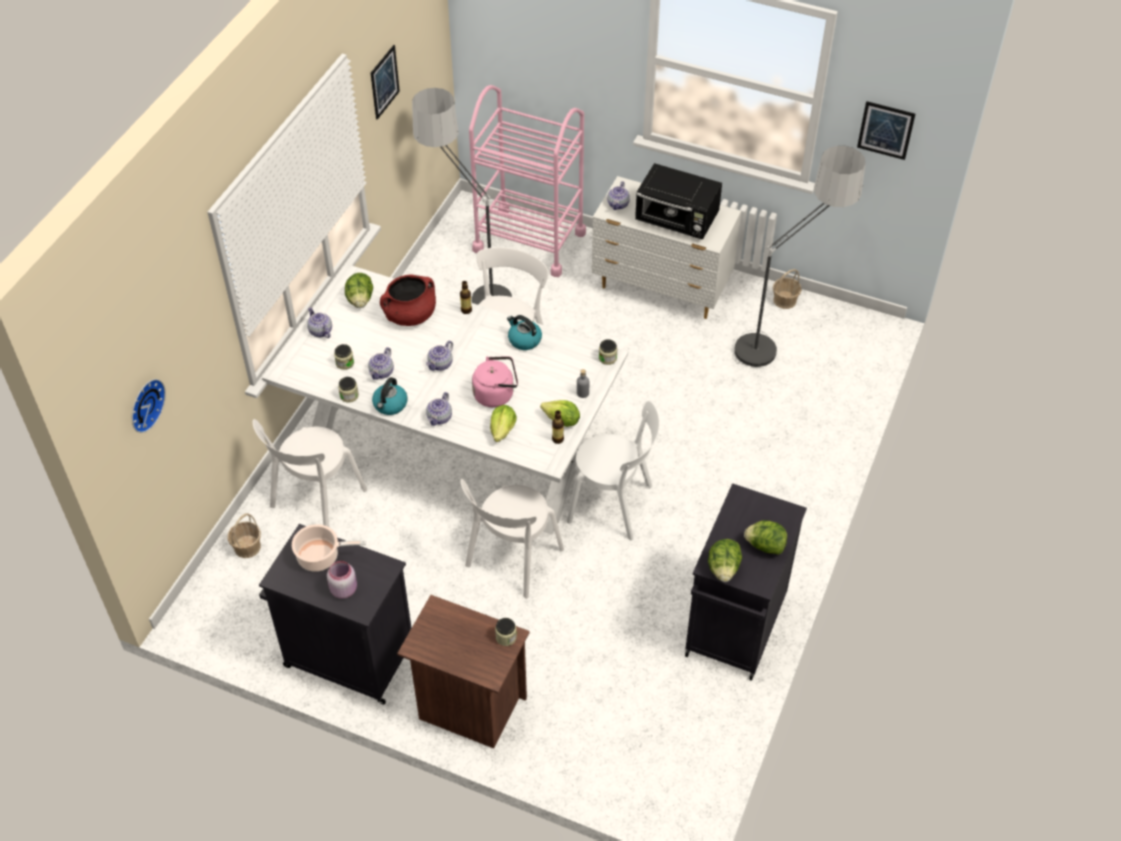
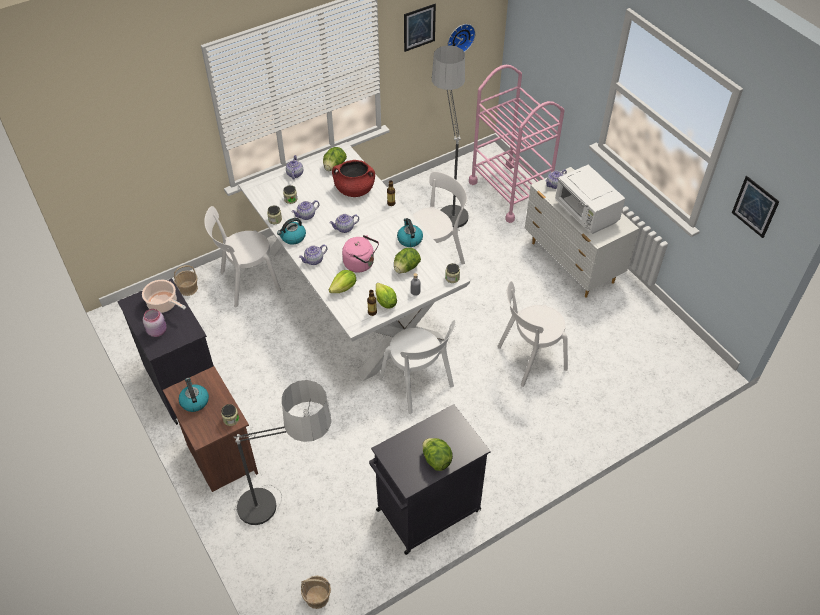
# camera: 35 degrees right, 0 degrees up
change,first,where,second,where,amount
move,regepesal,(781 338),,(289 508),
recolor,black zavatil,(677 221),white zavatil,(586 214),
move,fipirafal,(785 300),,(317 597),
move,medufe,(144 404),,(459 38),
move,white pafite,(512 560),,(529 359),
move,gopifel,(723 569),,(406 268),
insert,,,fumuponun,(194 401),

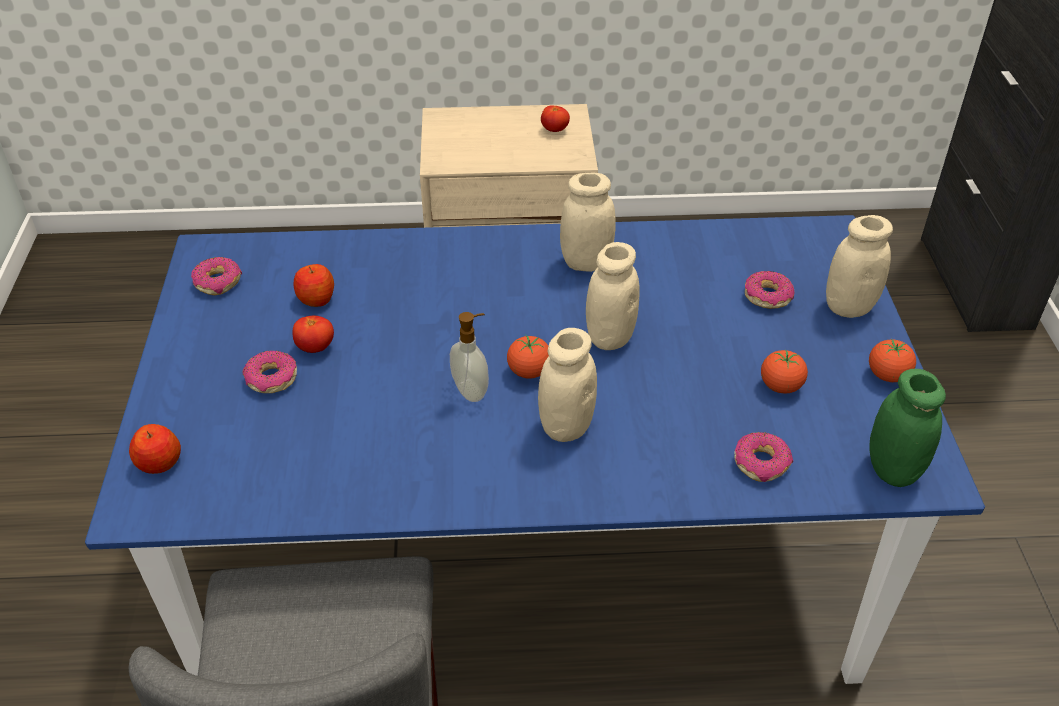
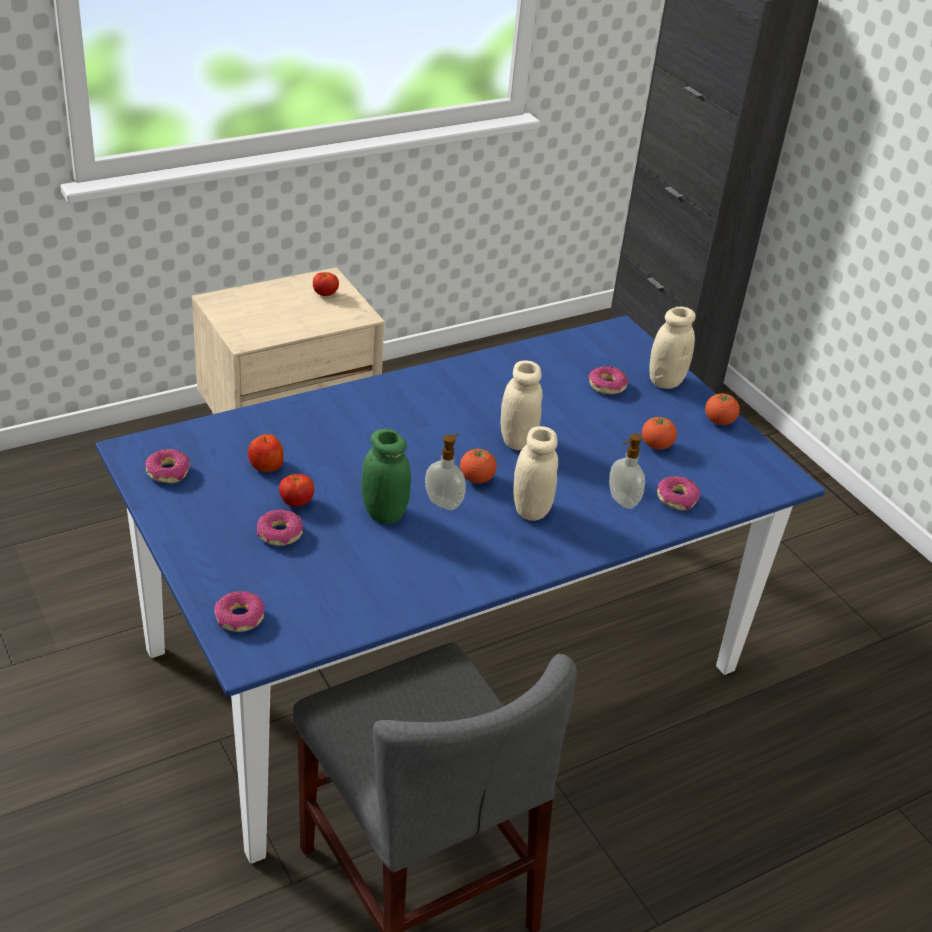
# camera: 30 degrees left, 5 degrees down
change,first,where,second,where,amount
delete,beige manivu,(586 263),,,
move,green manivu,(892 469),,(384 513),
replace,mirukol,(159 463),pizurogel,(239 618),
insert,,,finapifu,(621 501),

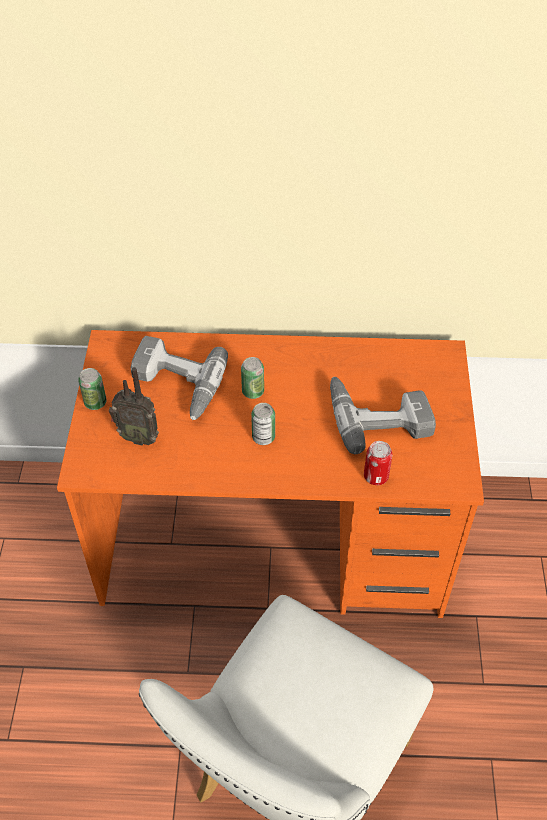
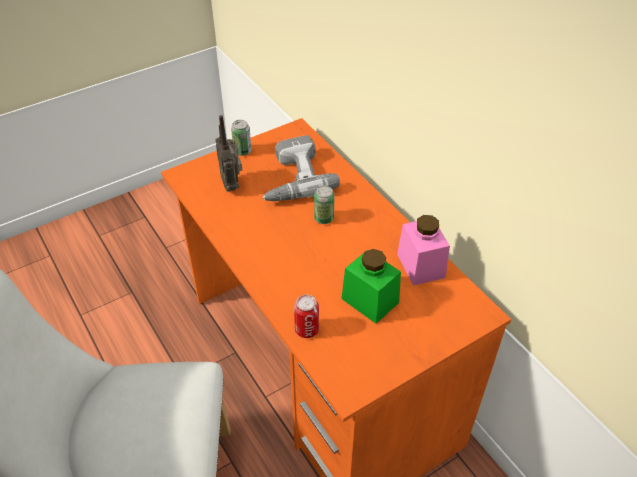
# camera: 55 degrees right, 5 degrees down
change,first,where,second,where,amount
replace,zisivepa,(378 415),green manivu,(370 300),
delete,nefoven,(263 437),,,
insert,,,pink manivu,(420 265),

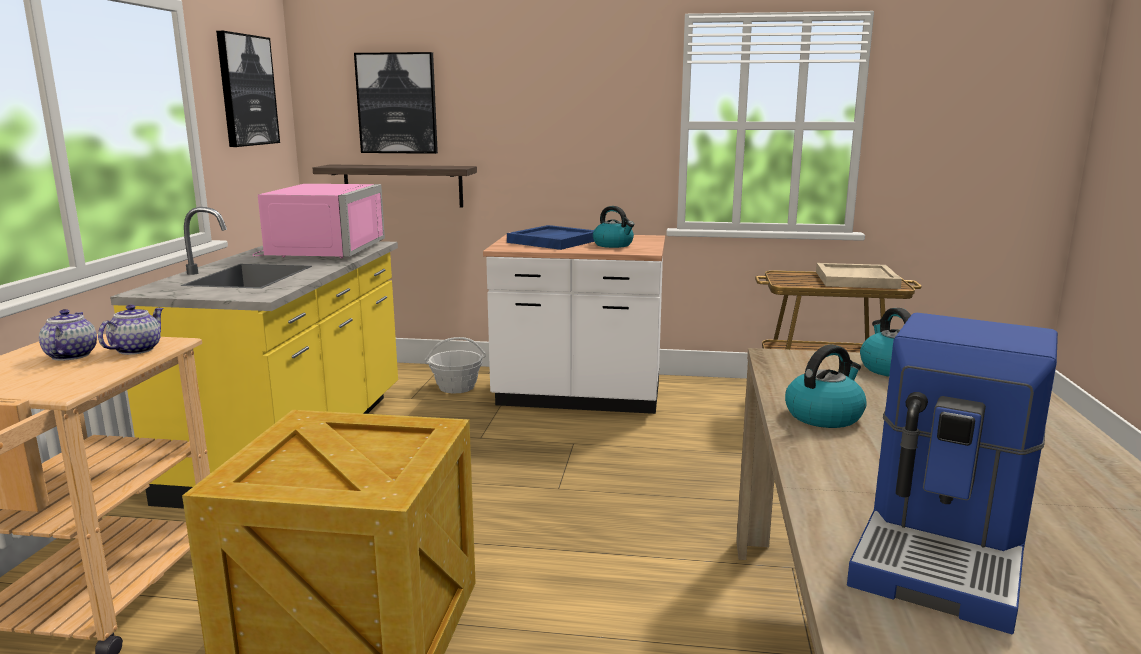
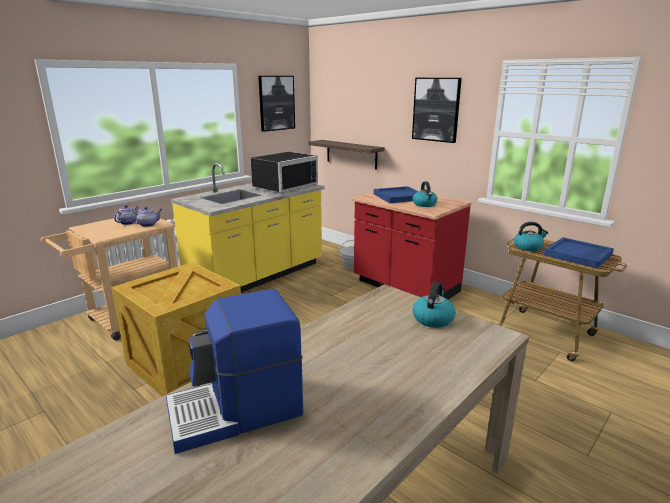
# camera: 35 degrees right, 5 degrees up
change,first,where,second,where,amount
move,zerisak,(397 103),,(436 109),
recolor,pink zavatil,(319 250),black zavatil,(282 186),
recolor,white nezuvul,(578 398),red nezuvul,(405 287),
recolor,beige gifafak,(857 280),blue gifafak,(578 255),
move,fumuponun,(824 415),,(528 247),

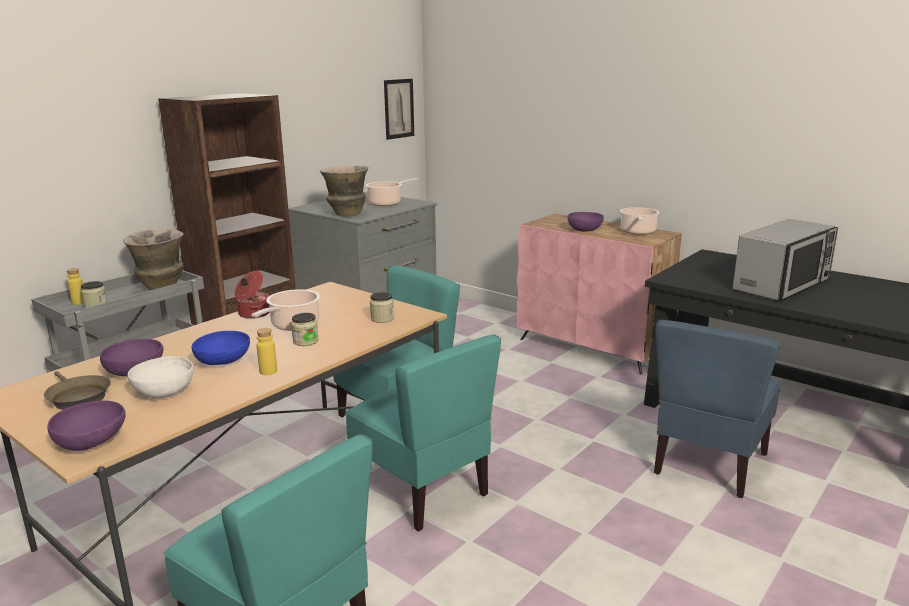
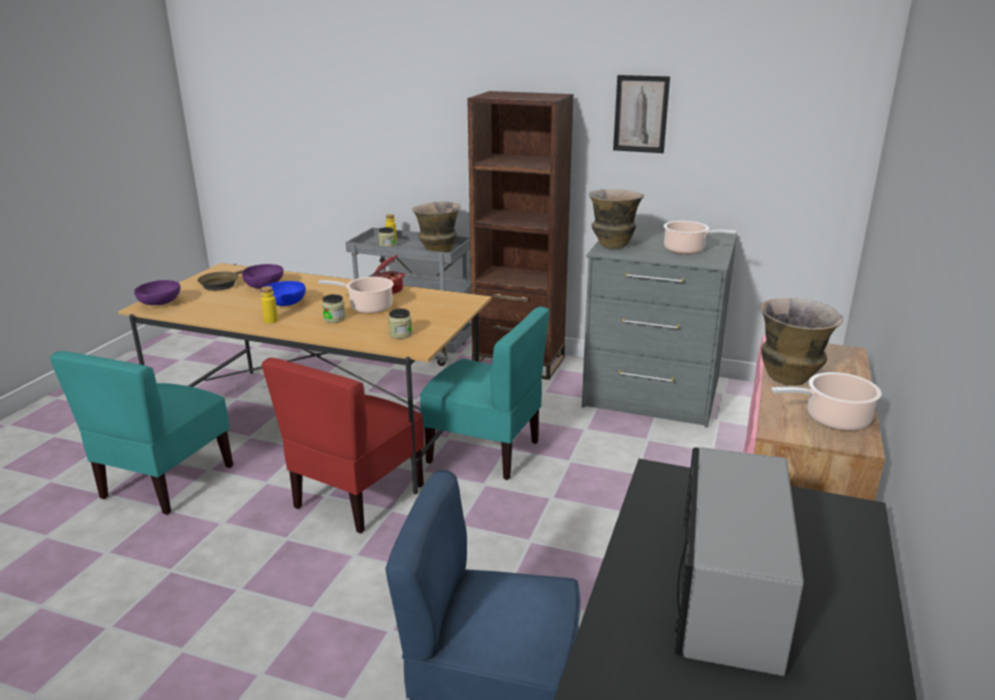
# camera: 70 degrees right, 5 degrees up
change,first,where,second,where,amount
move,zerisak,(399 108),,(641 114),
replace,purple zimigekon,(584 230),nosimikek,(789 378),
rotate,zavatil,(782 285),,(726 594),75 degrees clockwise
recolor,turquoise pafite,(422 491),red pafite,(357 496),
delete,white zimigekon,(164 392),,,

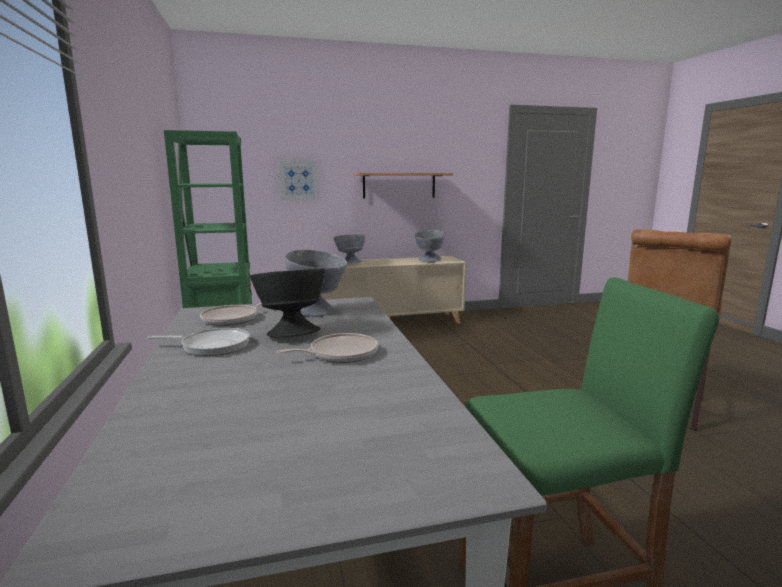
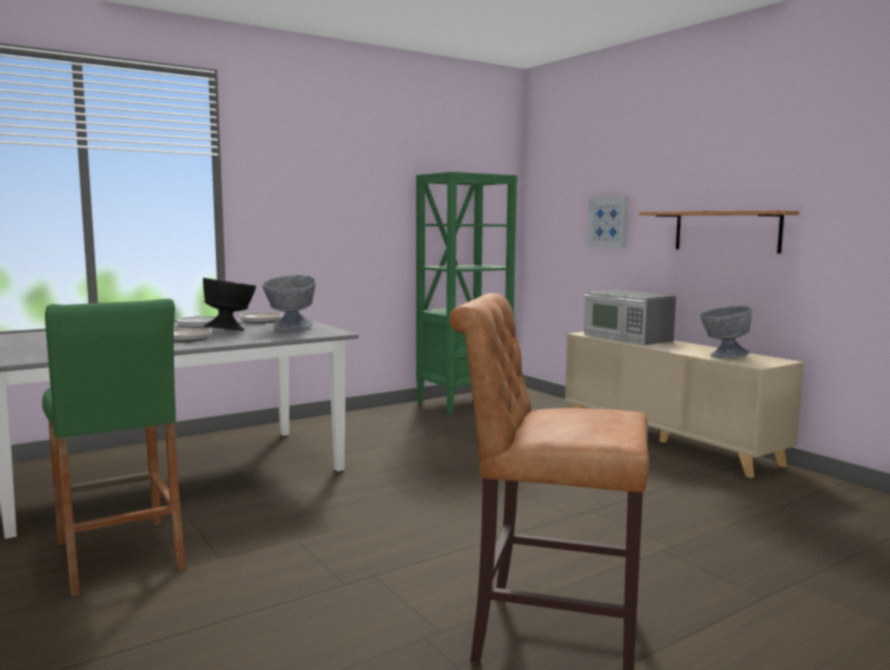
# camera: 70 degrees right, 5 degrees down
change,first,where,second,where,amount
replace,grey zimigekon,(350 263),zavatil,(626 338),

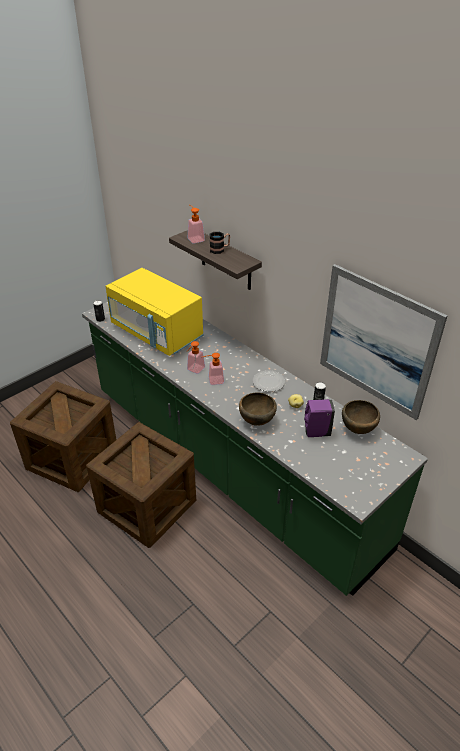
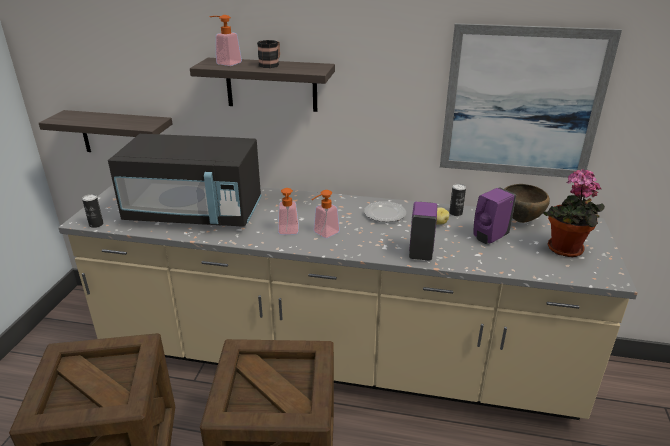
# camera: 35 degrees left, 10 degrees down
change,first,where,second,where,amount
recolor,yellow zavatil,(157 333),black zavatil,(195 213),
recolor,green nezuvul,(230 466),beige nezuvul,(335 359),
replace,brown zimigekon,(256 421),purple finapifu,(421 252),
insert,,,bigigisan,(120 134),
insert,,,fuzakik,(565 250),

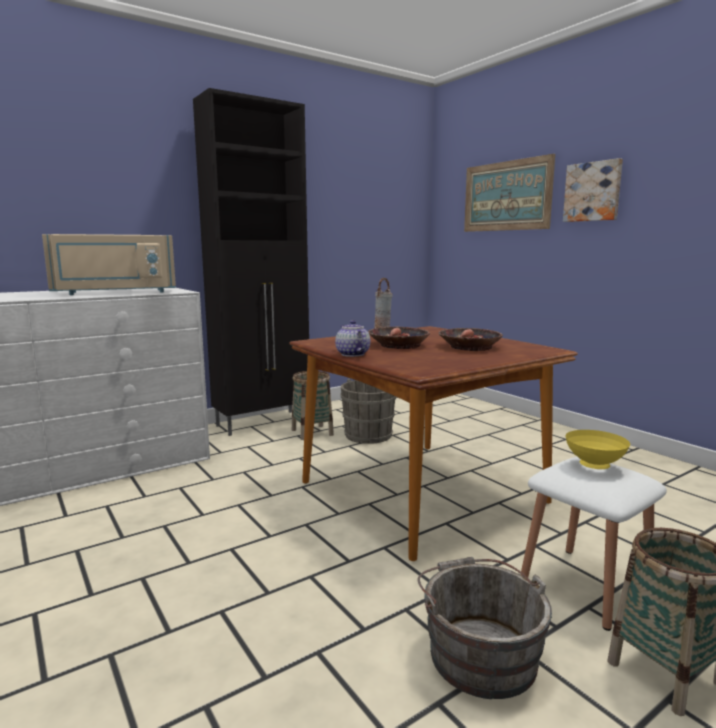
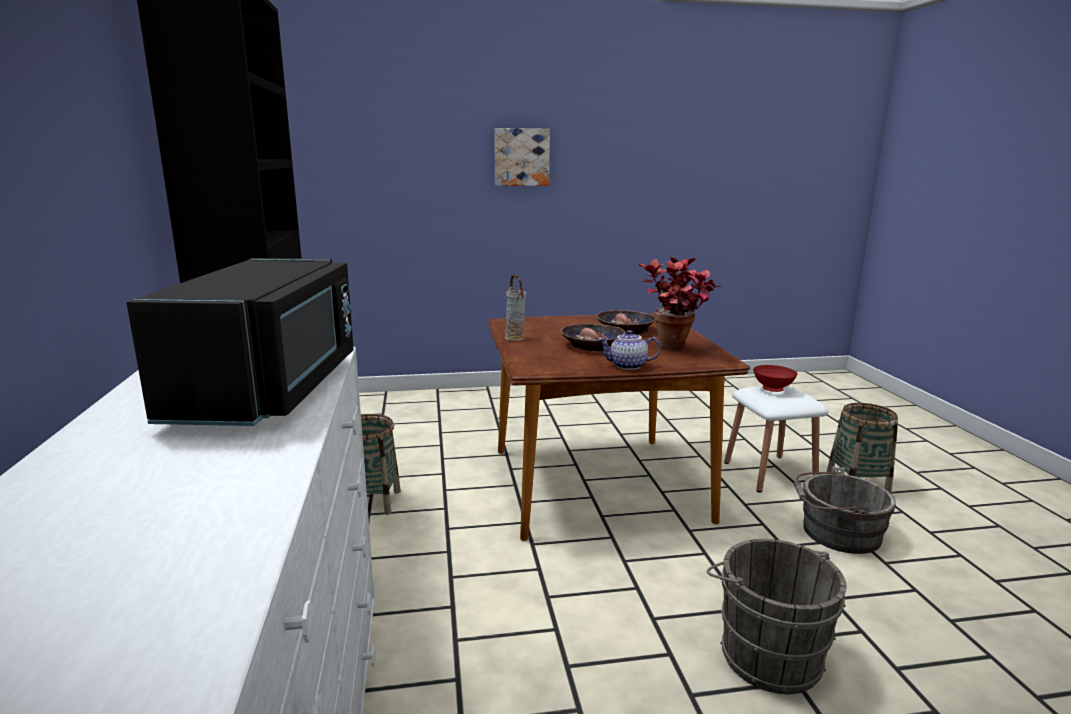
# camera: 65 degrees left, 5 degrees up
change,first,where,second,where,amount
delete,zerisak,(506 196),,,
recolor,beige zavatil,(115 293),black zavatil,(272 389),
move,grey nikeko,(370 434),,(766 654),
recolor,yellow zimigekon,(594 466),red zimigekon,(773 390),
insert,,,fuzakik,(676 350),

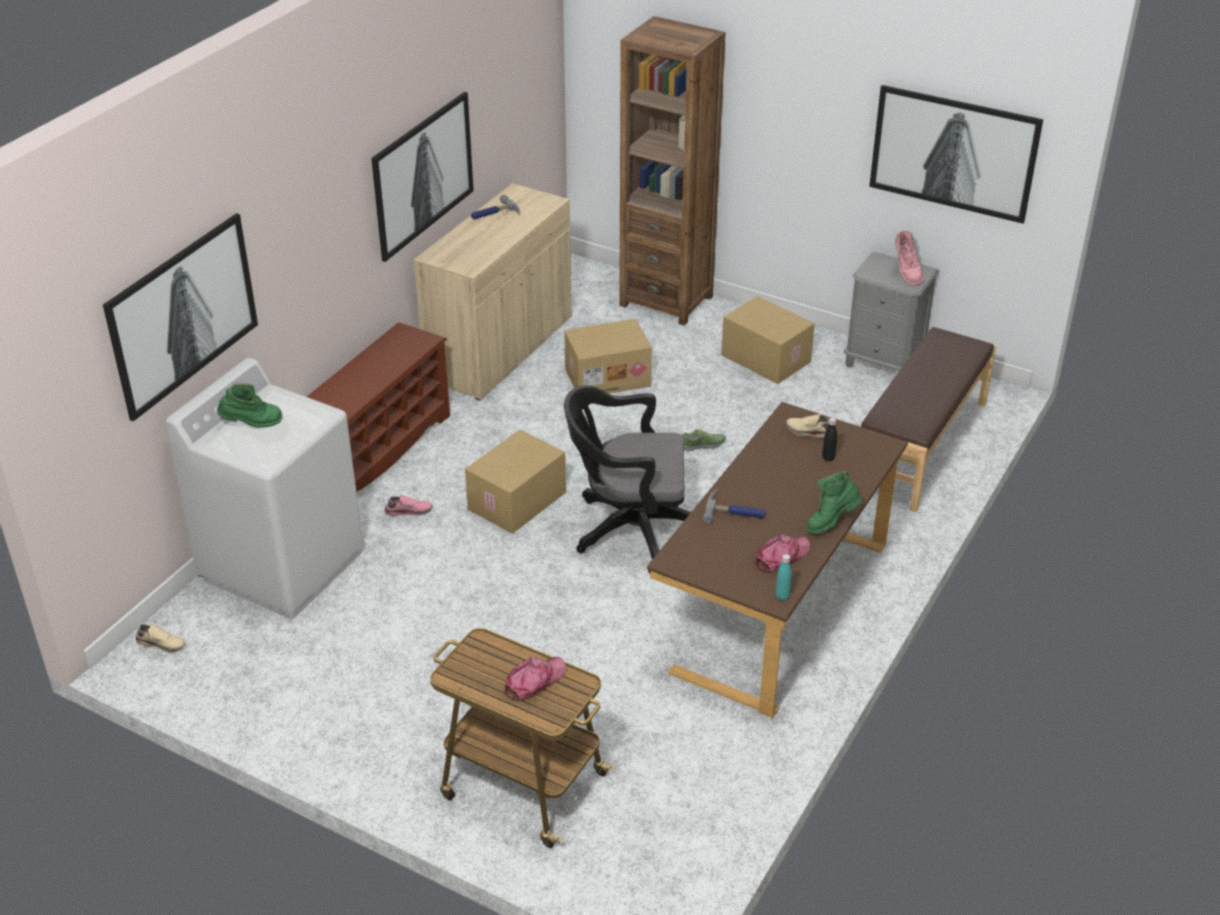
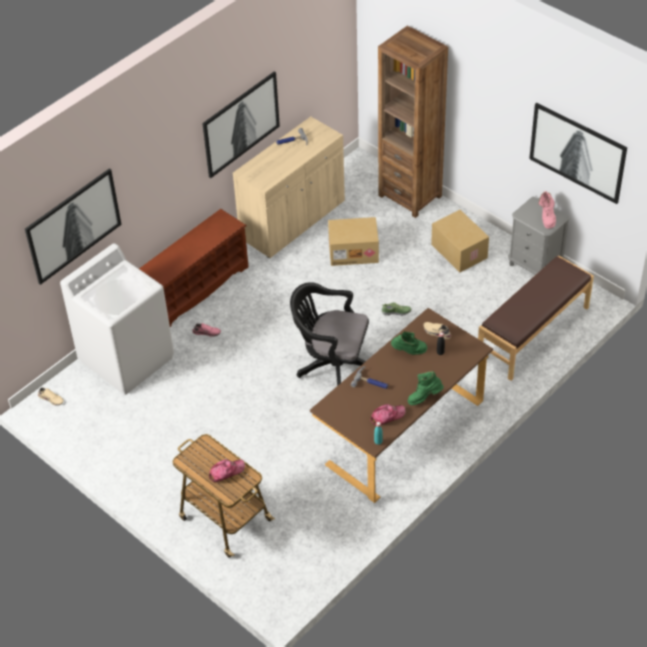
# camera: 15 degrees right, 10 degrees up
change,first,where,second,where,amount
move,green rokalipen,(252 425),,(409 351),
delete,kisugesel,(517 502),,,

